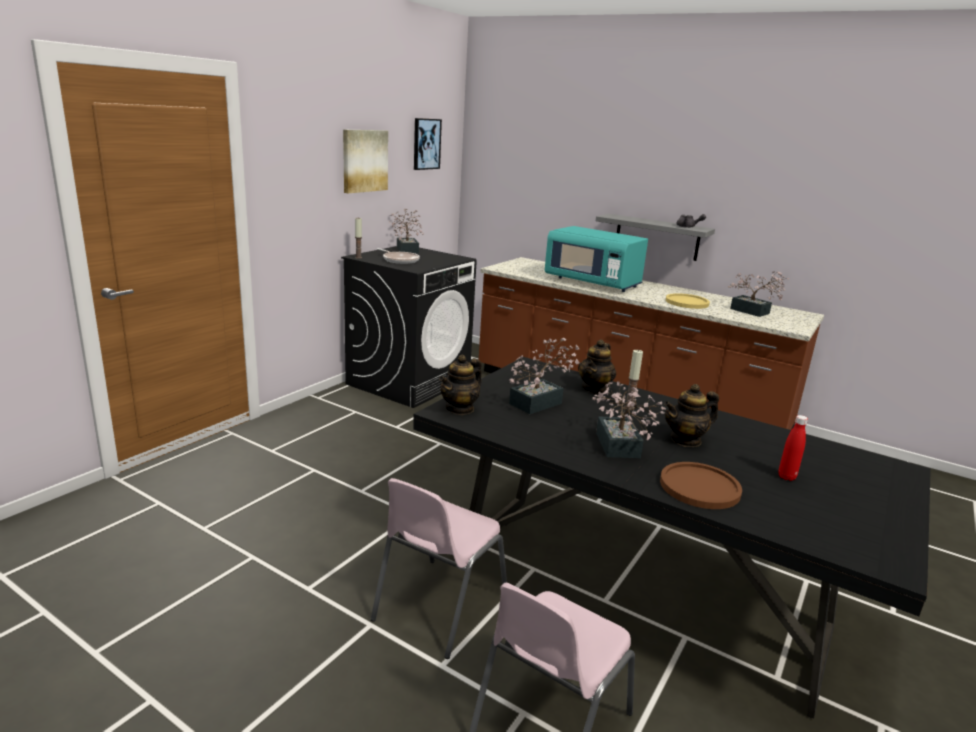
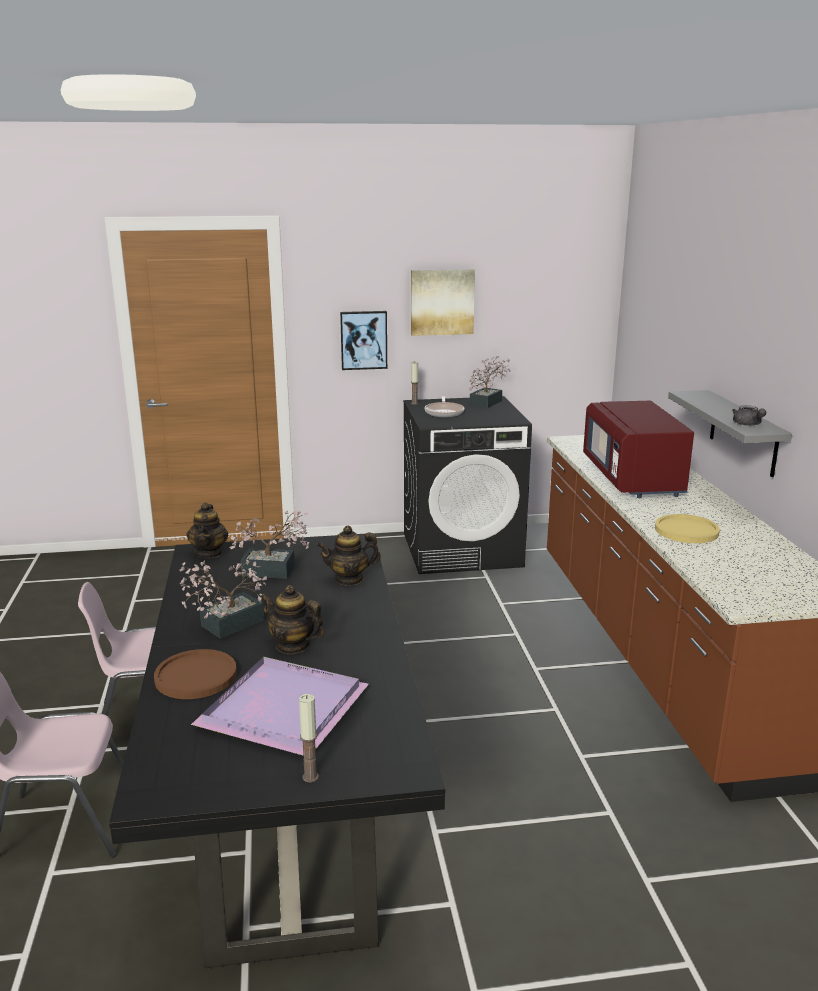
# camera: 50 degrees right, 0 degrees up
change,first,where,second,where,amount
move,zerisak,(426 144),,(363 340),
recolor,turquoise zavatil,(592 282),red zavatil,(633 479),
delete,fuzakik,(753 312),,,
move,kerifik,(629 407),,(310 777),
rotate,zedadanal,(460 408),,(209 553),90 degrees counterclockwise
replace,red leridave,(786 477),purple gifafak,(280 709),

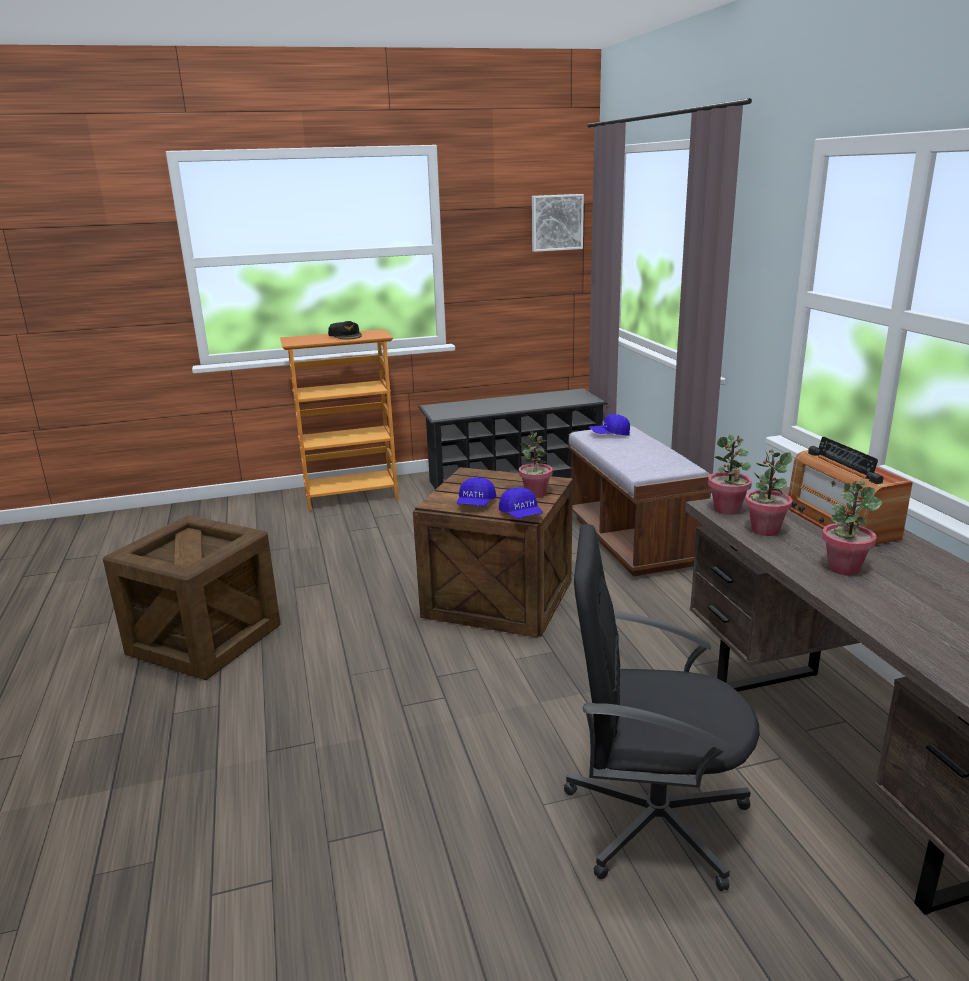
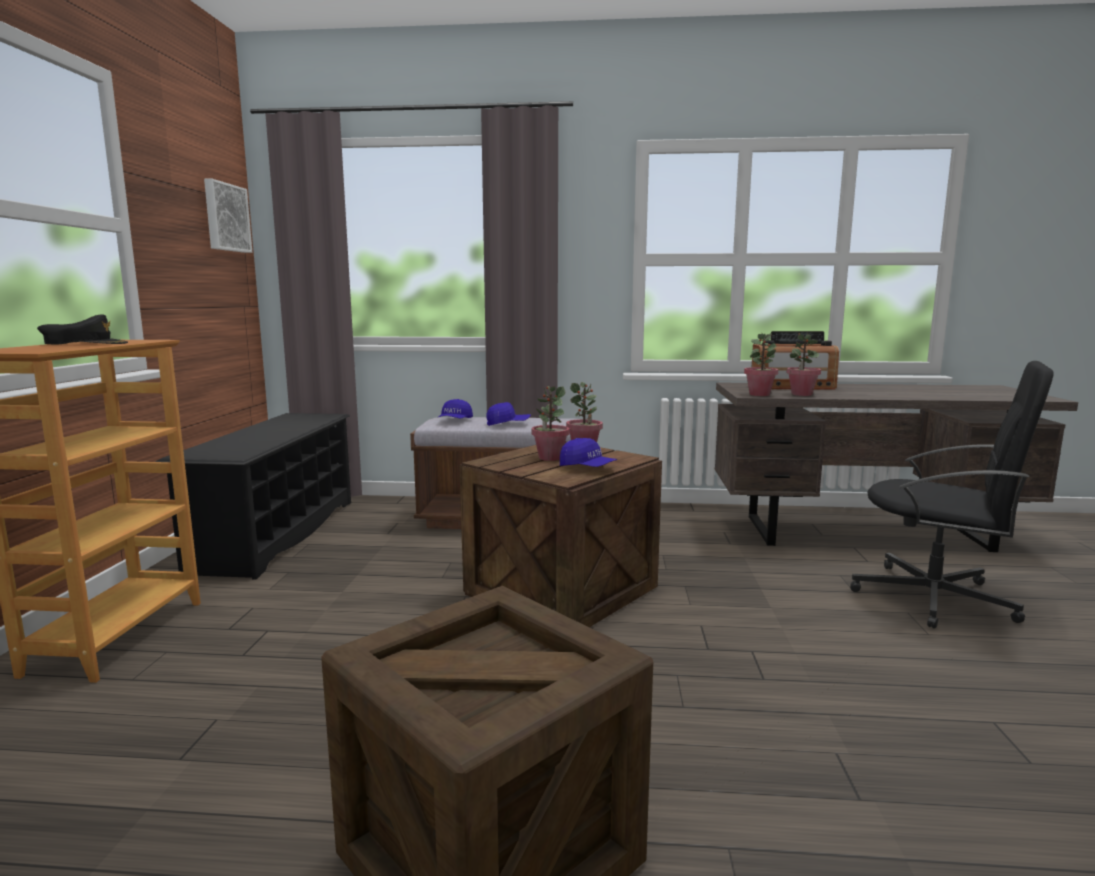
# camera: 70 degrees left, 10 degrees down
change,first,where,second,where,amount
move,fuzakik,(843 568),,(550 458),
move,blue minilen,(521 515),,(508 424),
rotate,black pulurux,(652 819),,(935 598),90 degrees counterclockwise

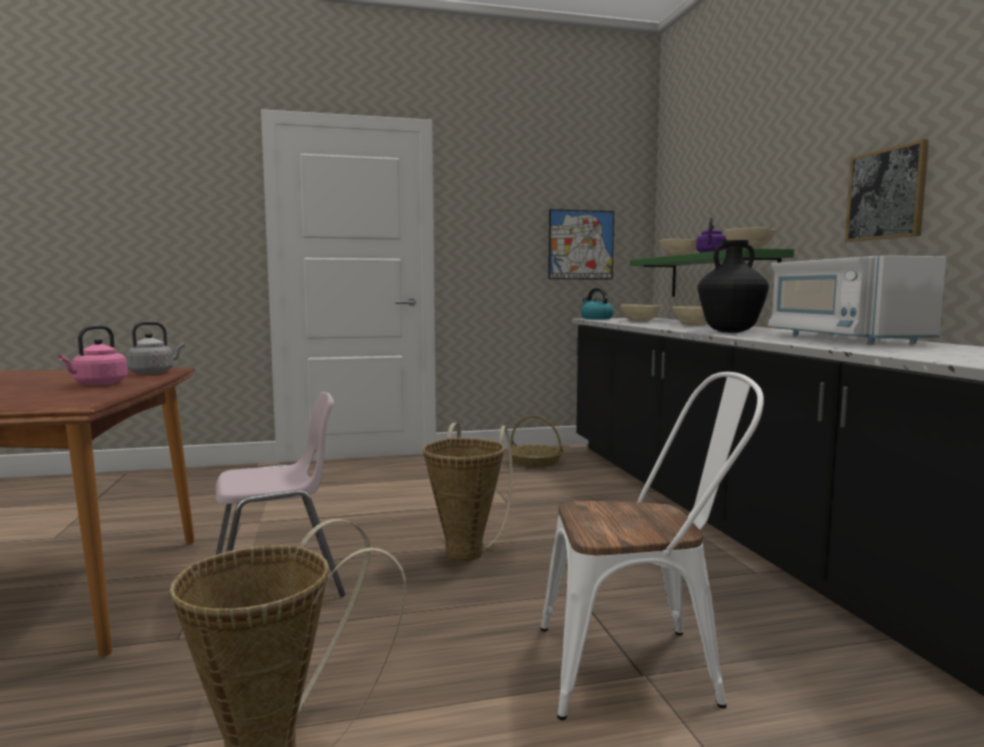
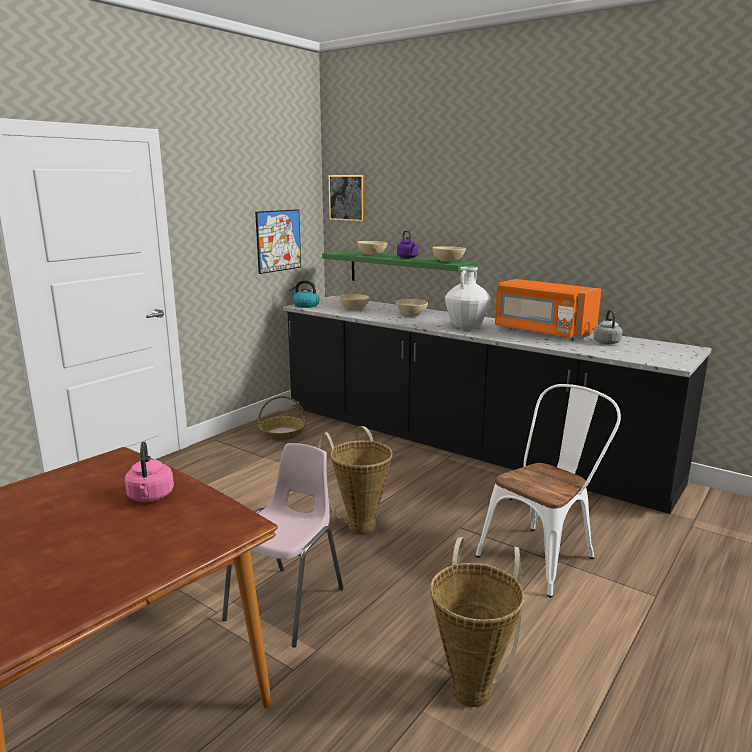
# camera: 40 degrees left, 10 degrees up
change,first,where,second,where,amount
move,zerisak,(886 194),,(347 197),
recolor,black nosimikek,(730 332),white nosimikek,(466 328),
recolor,white zavatil,(842 338),orange zavatil,(542 332),
move,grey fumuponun,(154 372),,(606 342),

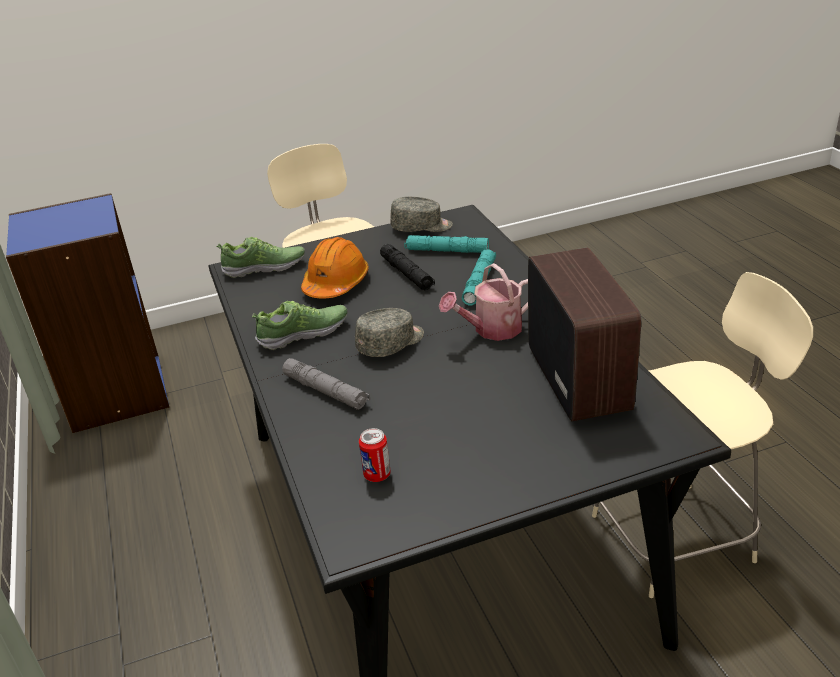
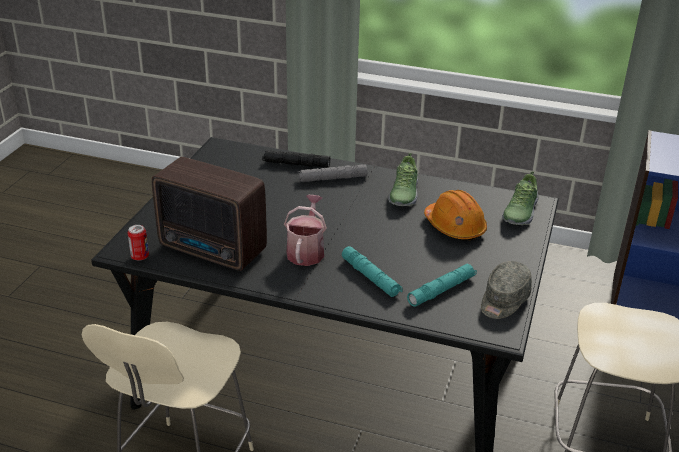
# camera: 125 degrees right, 0 degrees up
change,first,where,second,where,amount
move,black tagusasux,(407 274),,(296 164),
delete,grey minilen,(391 343),,,
move,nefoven,(377 475),,(140 257),

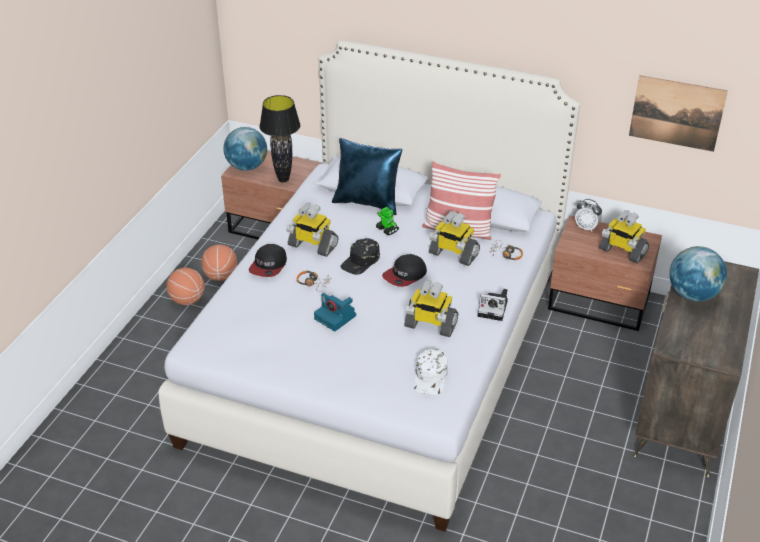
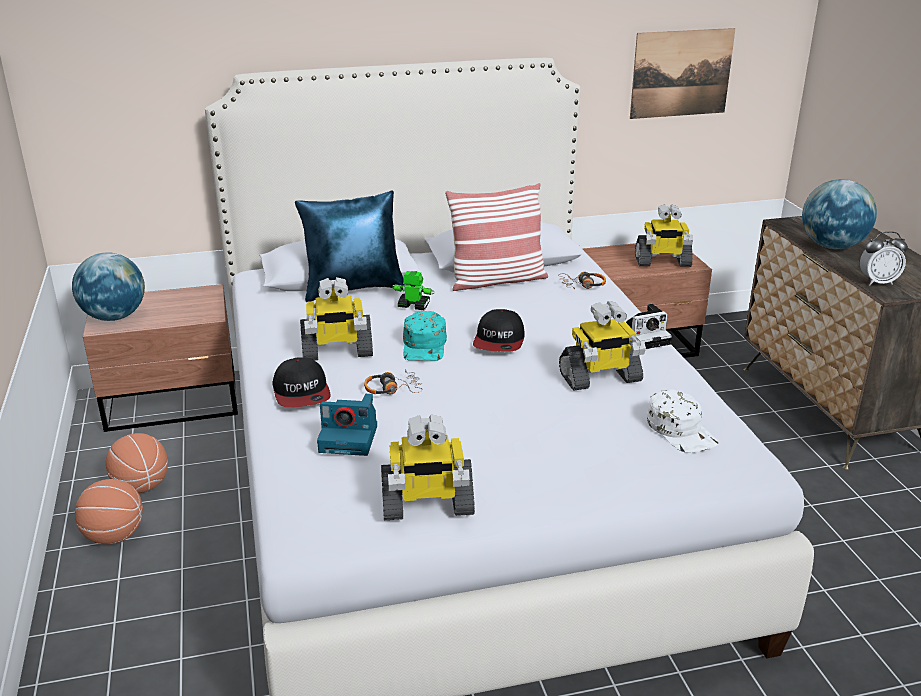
# camera: 35 degrees left, 10 degrees down
change,first,where,second,where,amount
delete,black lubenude,(283 180),,,
move,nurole,(586 227),,(877 282),
move,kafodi,(453 254),,(426 505),
recolor,black minilen,(361 261),turquoise minilen,(425 345),
move,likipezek,(336 317),,(350 438),

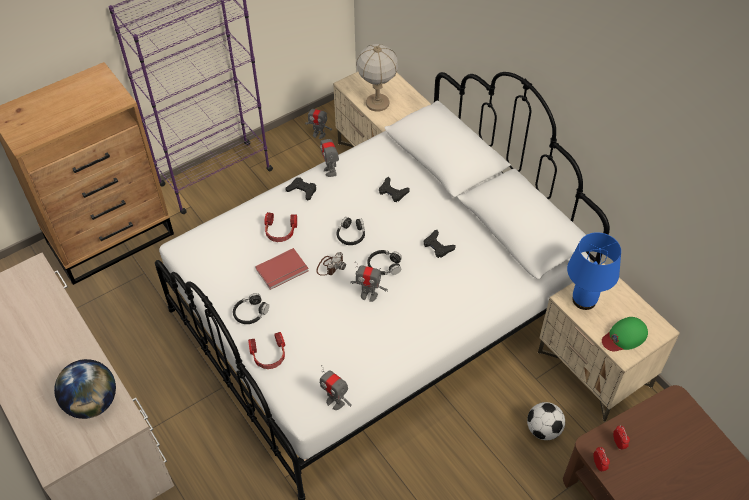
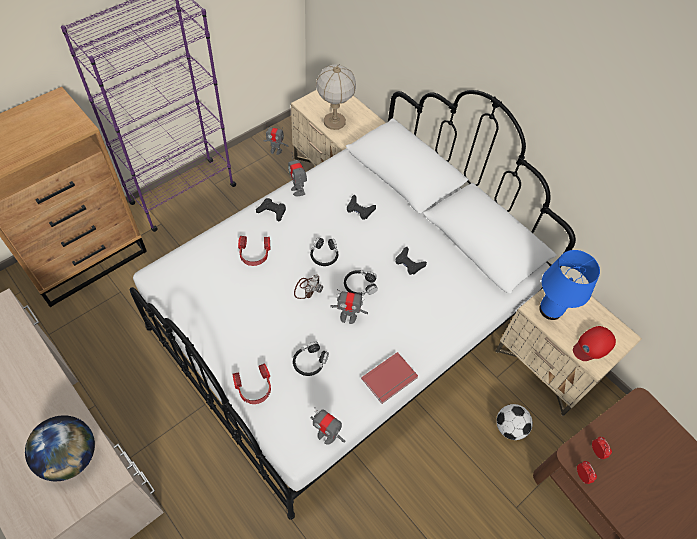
# camera: 10 degrees left, 5 degrees up
change,first,where,second,where,amount
move,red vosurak,(283 271),,(390 379),
move,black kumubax,(250 313),,(310 362),
recolor,green minilen,(624 336),red minilen,(592 345),

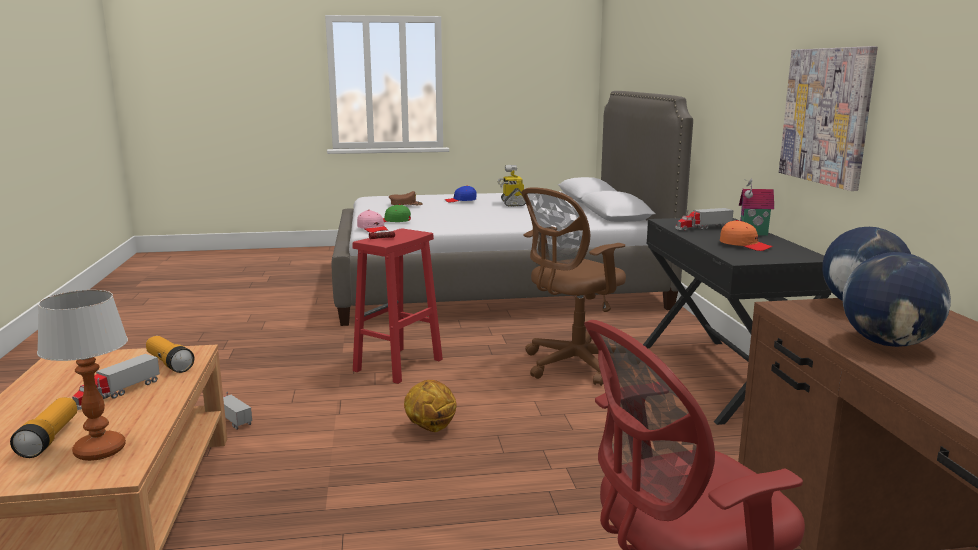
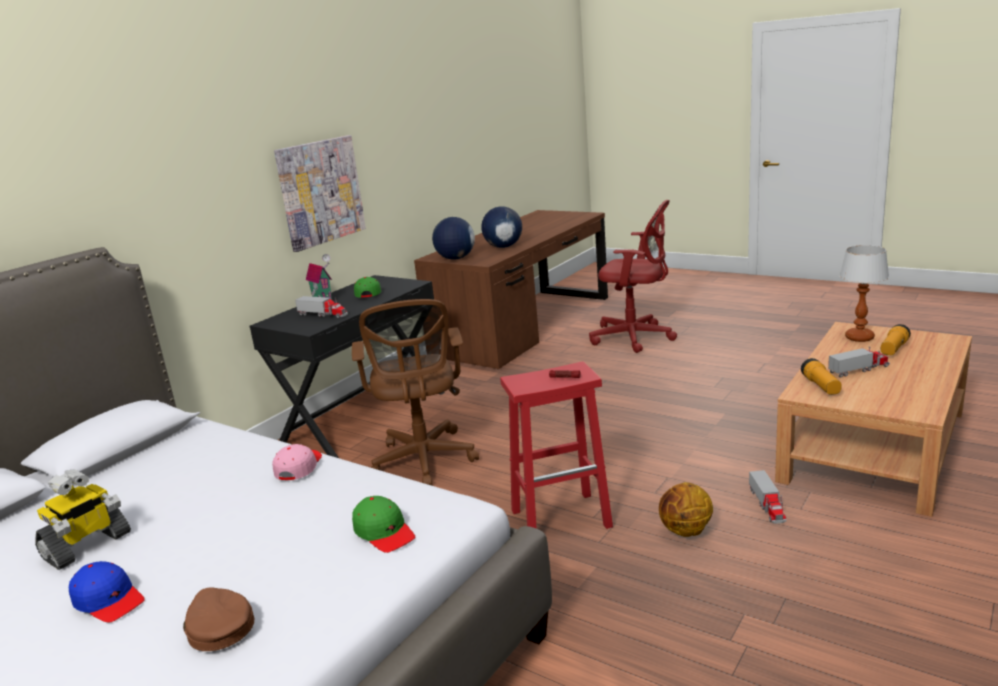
# camera: 135 degrees left, 5 degrees up
change,first,where,second,where,amount
rotate,brown pulurux,(573 365),,(424 461),75 degrees clockwise
move,pink minilen,(373 228),,(298 467),
recolor,orange minilen,(744 245),green minilen,(368 293),
move,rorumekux,(430 428),,(685 531),

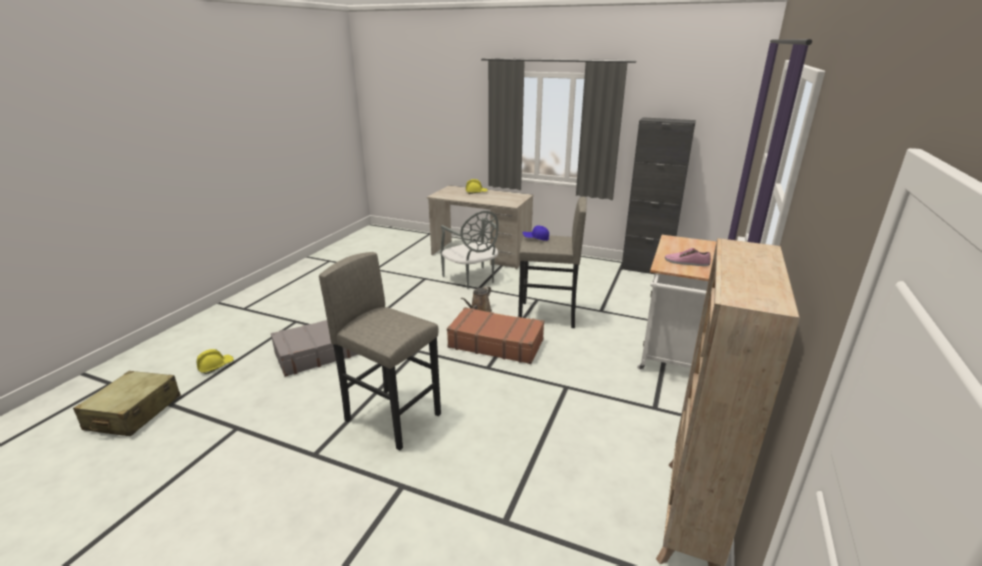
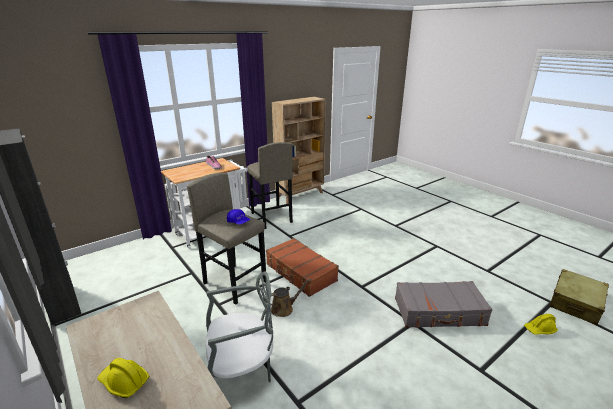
# camera: 150 degrees left, 0 degrees up
change,first,where,second,where,amount
rotate,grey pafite,(471 279),,(241 371),75 degrees clockwise
move,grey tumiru,(393 417),,(271 218),

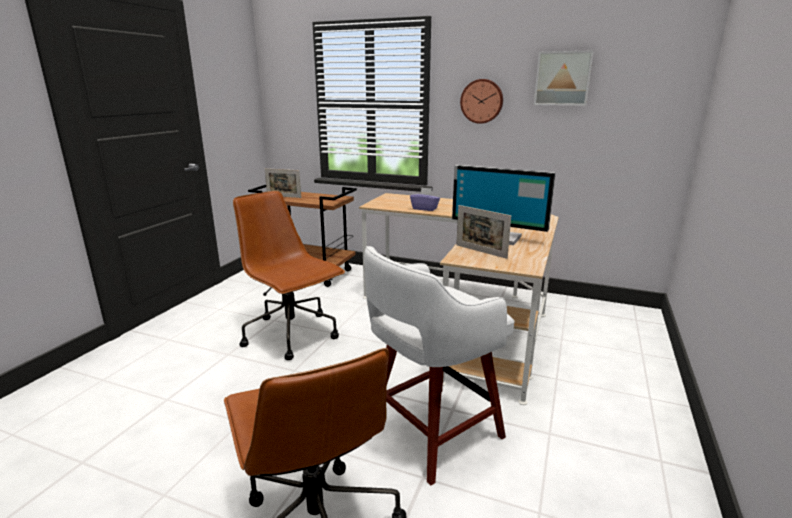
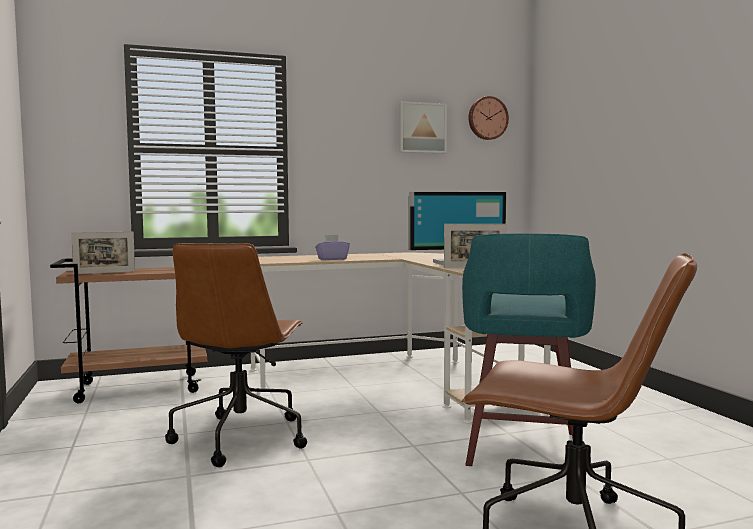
# camera: 40 degrees left, 15 degrees down
change,first,where,second,where,amount
move,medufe,(482 101),,(487 118),
rotate,brown pulurux,(292 335),,(241 437),90 degrees counterclockwise
recolor,white tumiru,(431 433),turquoise tumiru,(523 450),

